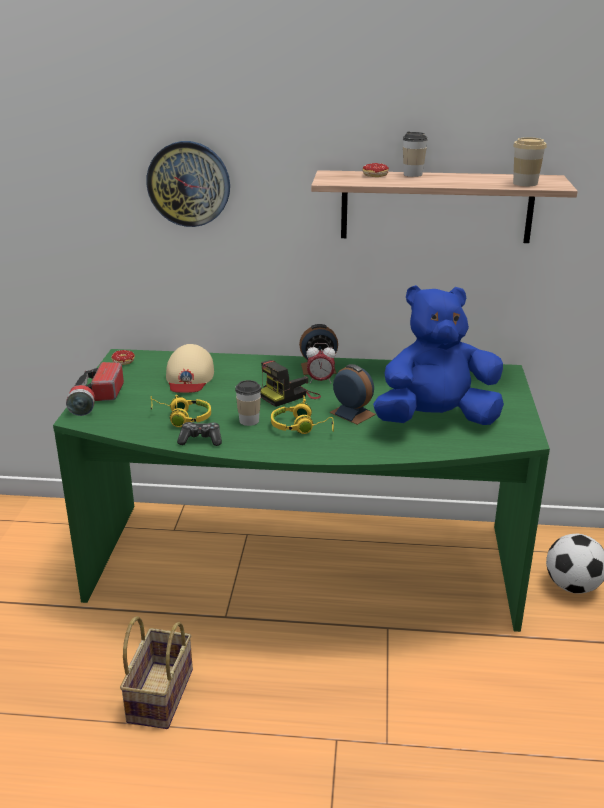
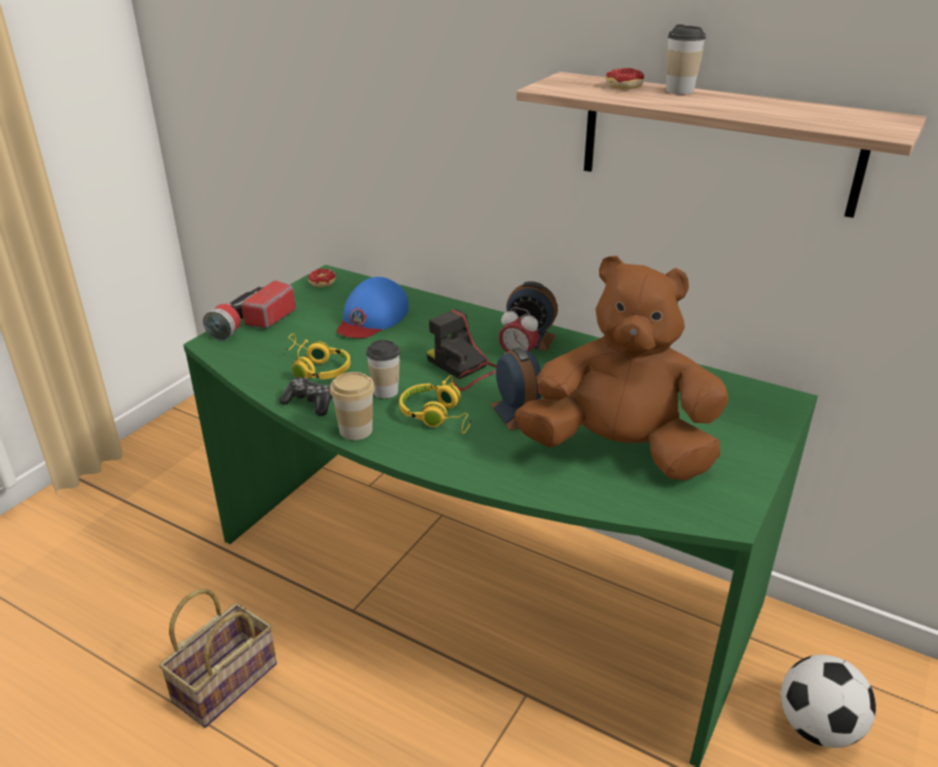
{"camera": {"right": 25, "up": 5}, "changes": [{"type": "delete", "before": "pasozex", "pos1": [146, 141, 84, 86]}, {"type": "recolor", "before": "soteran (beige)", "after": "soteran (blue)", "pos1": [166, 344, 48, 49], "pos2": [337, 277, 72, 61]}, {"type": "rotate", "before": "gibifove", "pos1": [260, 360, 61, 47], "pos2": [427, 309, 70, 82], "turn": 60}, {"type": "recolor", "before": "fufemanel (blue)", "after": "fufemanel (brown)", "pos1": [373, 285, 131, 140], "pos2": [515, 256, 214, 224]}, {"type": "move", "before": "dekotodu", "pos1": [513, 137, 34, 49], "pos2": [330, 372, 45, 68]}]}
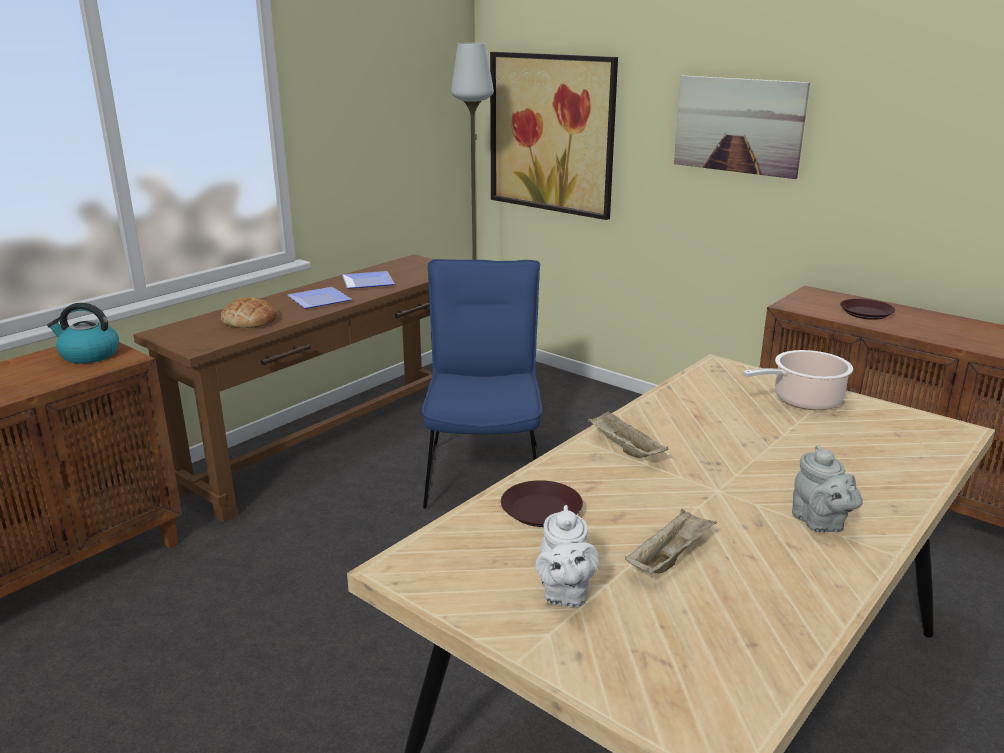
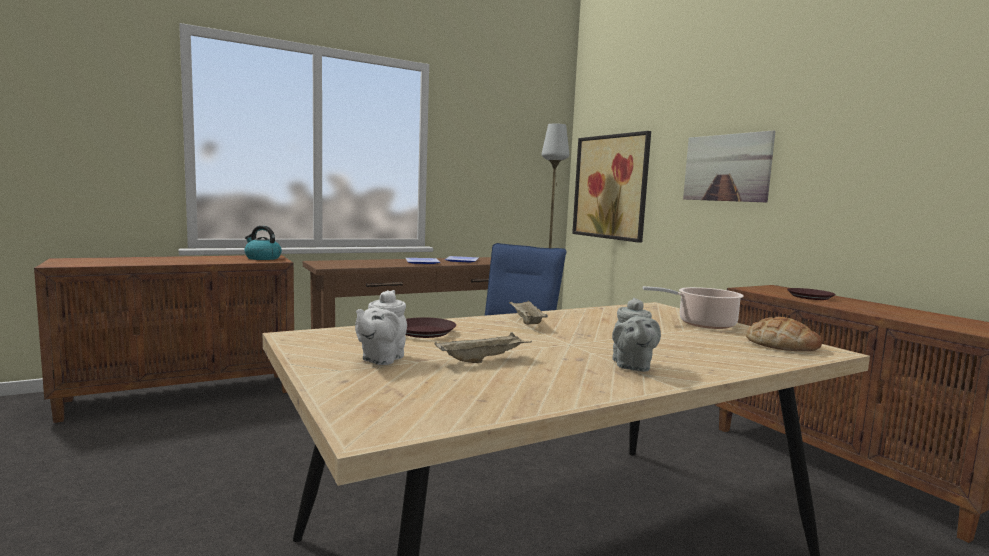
{"camera": {"right": 20, "up": -15}, "changes": [{"type": "move", "before": "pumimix", "pos1": [221, 297, 57, 31], "pos2": [746, 317, 76, 34]}]}
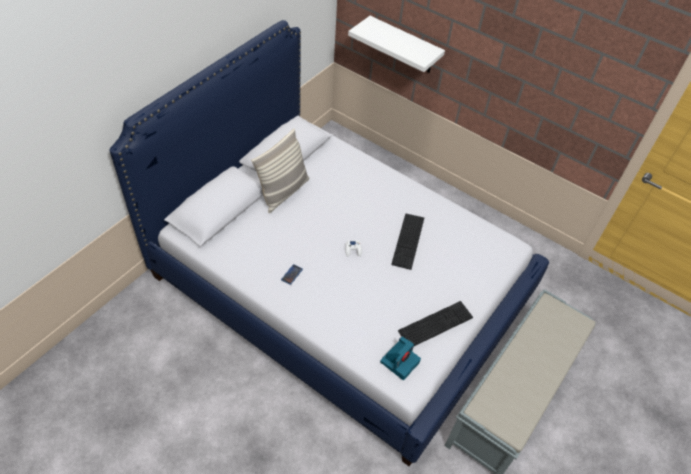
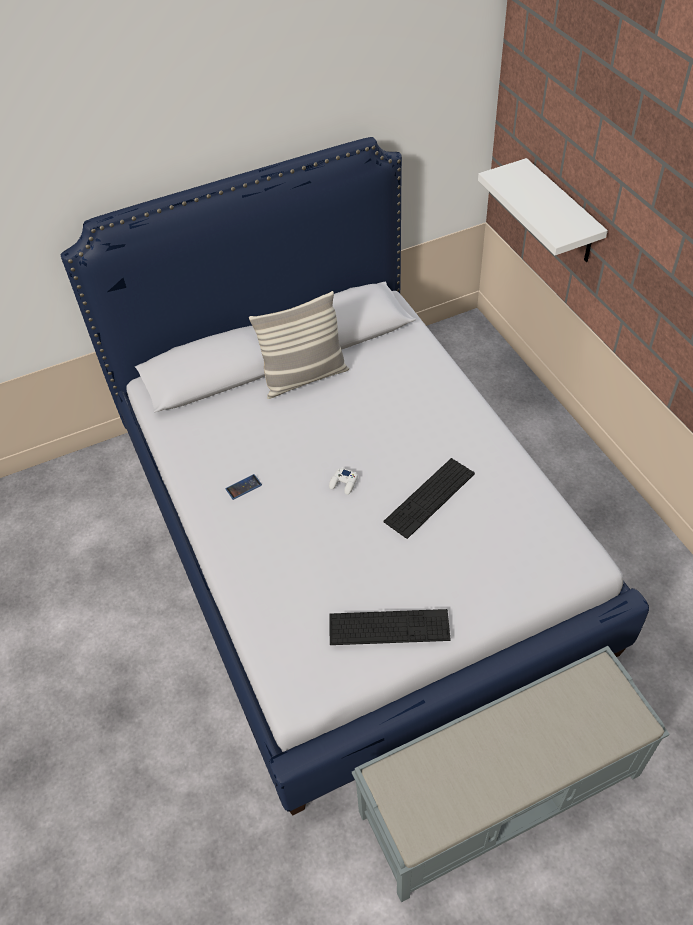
{"camera": {"right": 35, "up": 0}, "changes": [{"type": "delete", "before": "gibifove", "pos1": [380, 336, 41, 44]}]}
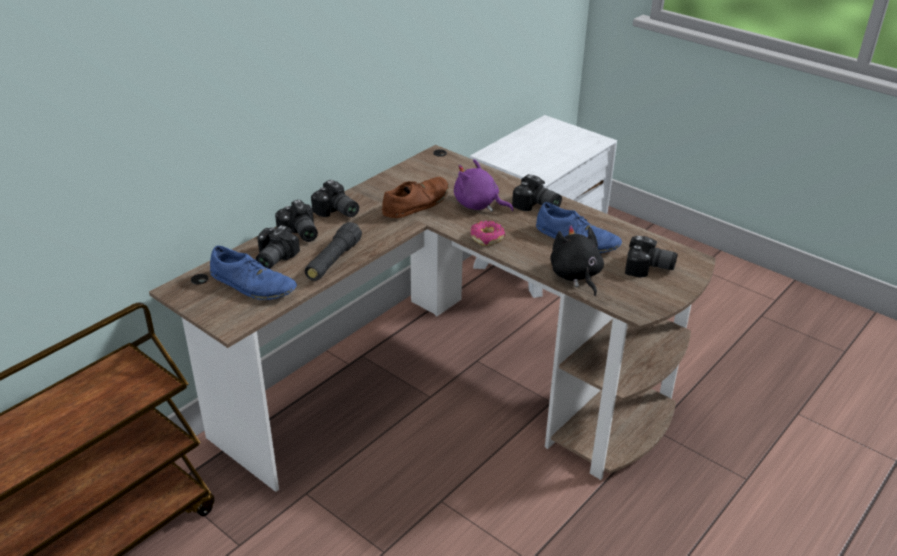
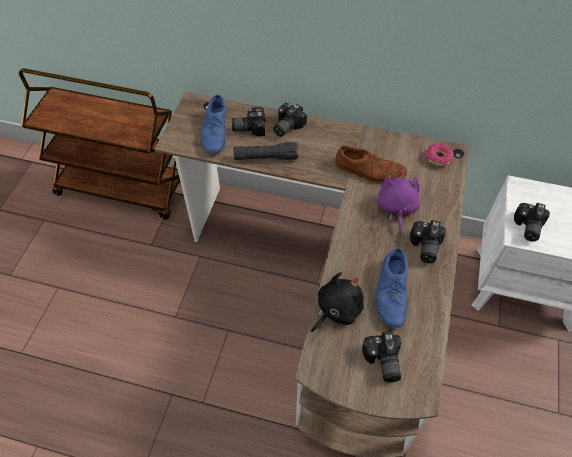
{"camera": {"right": 65, "up": 20}, "changes": [{"type": "move", "before": "gibifove", "pos1": [311, 180, 48, 37], "pos2": [514, 203, 36, 39]}, {"type": "move", "before": "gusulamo", "pos1": [471, 221, 34, 25], "pos2": [426, 143, 28, 23]}]}
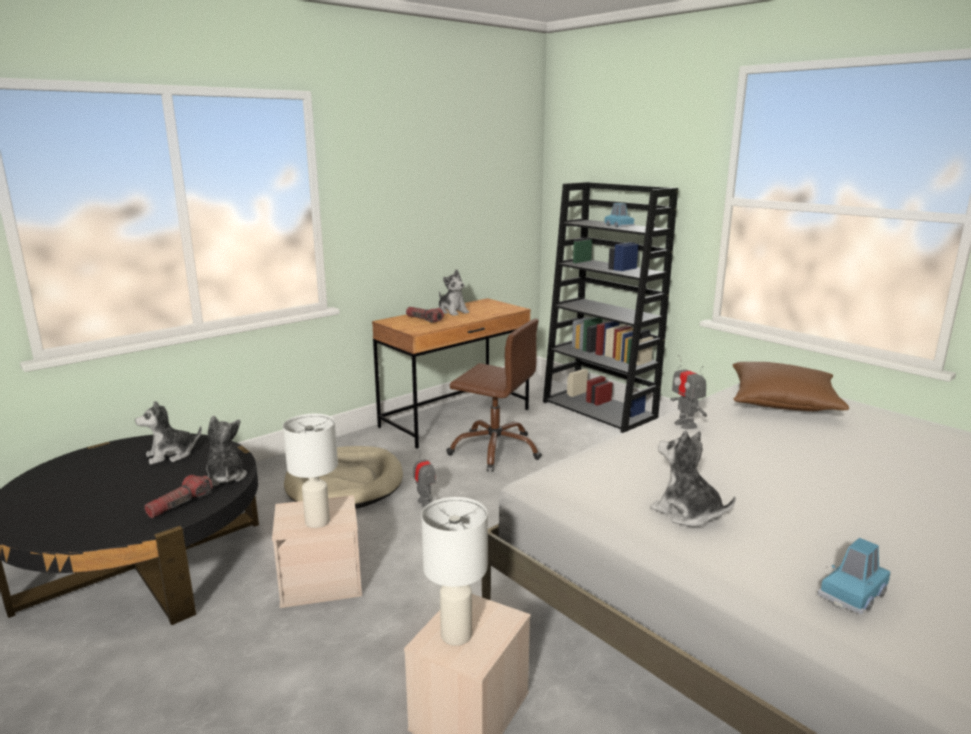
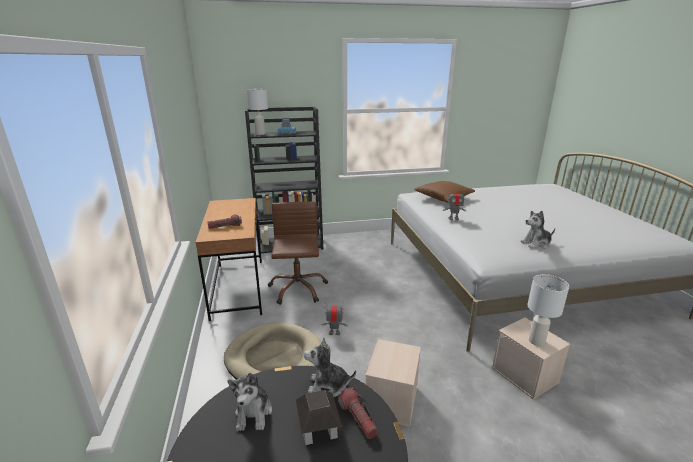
{"camera": {"right": -60, "up": 5}, "changes": [{"type": "move", "before": "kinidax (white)", "pos1": [283, 414, 55, 114], "pos2": [247, 89, 21, 46]}, {"type": "delete", "before": "fufemanel", "pos1": [439, 269, 30, 47]}, {"type": "rotate", "before": "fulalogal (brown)", "pos1": [446, 319, 96, 153], "pos2": [268, 202, 60, 103], "turn": -60}, {"type": "delete", "before": "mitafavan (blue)", "pos1": [818, 538, 72, 76]}, {"type": "insert", "after": "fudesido", "pos2": [296, 390, 46, 55]}]}
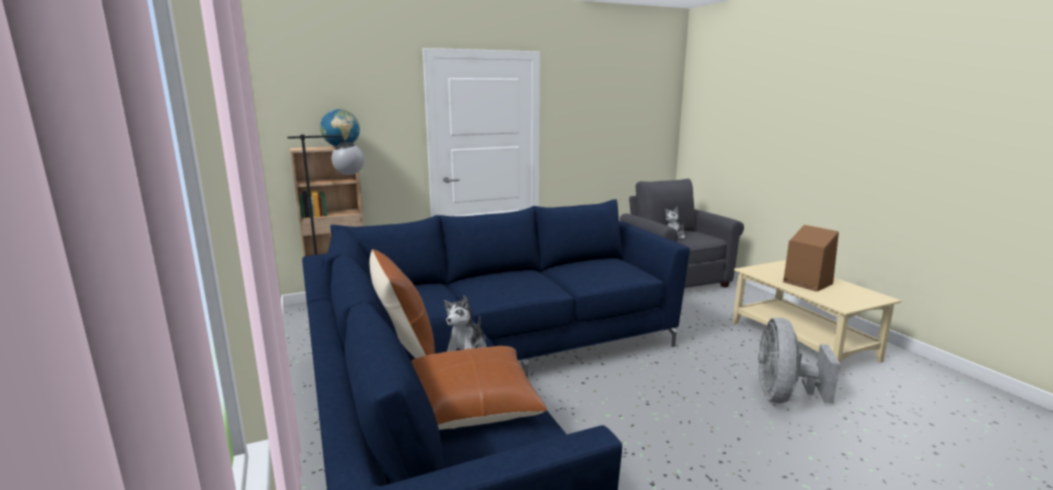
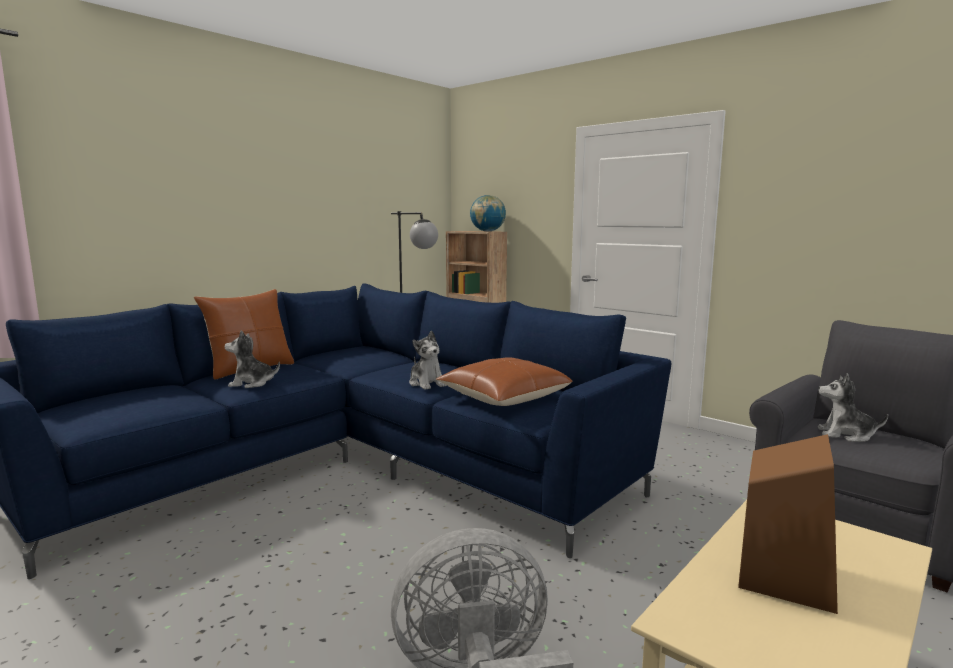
{"camera": {"right": 65, "up": -5}, "changes": [{"type": "move", "before": "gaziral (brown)", "pos1": [411, 346, 136, 84], "pos2": [436, 357, 137, 49]}, {"type": "insert", "after": "fufemanel", "pos2": [409, 331, 38, 59]}]}
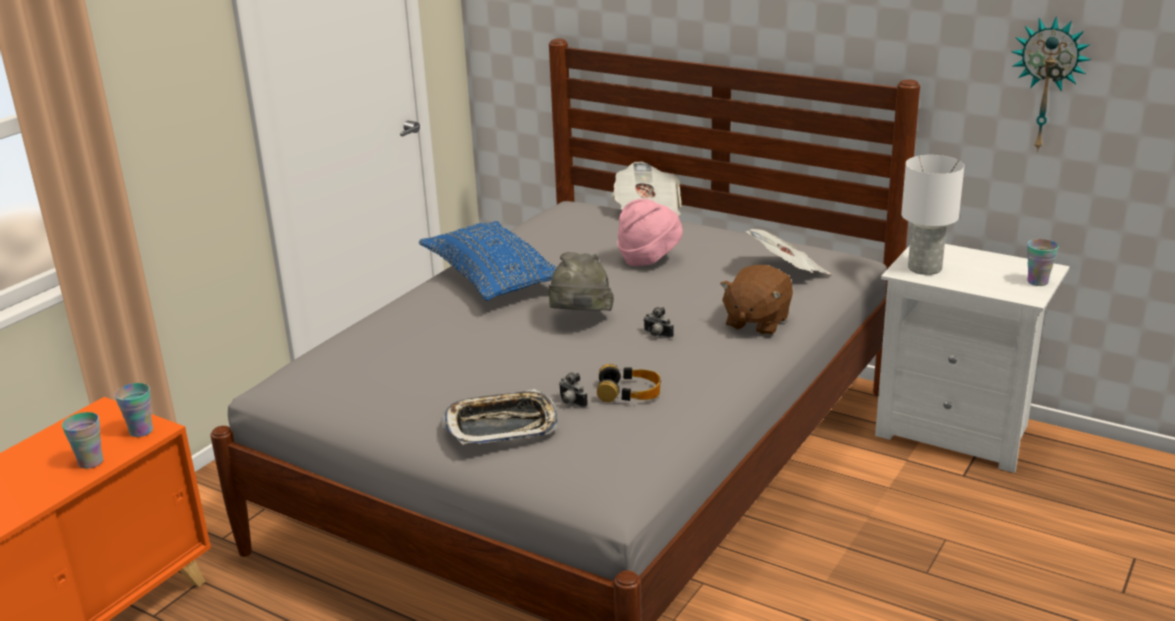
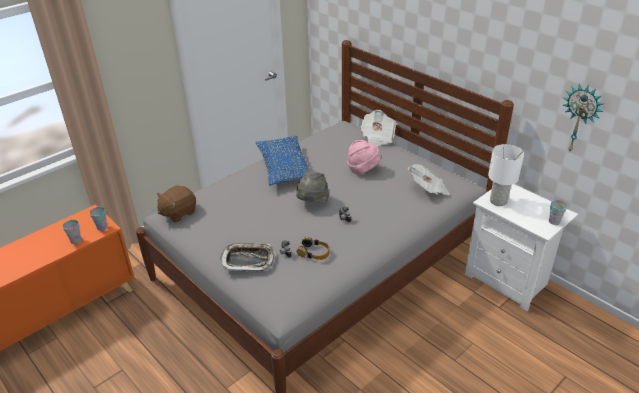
{"camera": {"right": 15, "up": 10}, "changes": [{"type": "move", "before": "fufemanel (brown)", "pos1": [720, 265, 73, 71], "pos2": [157, 185, 39, 38]}]}
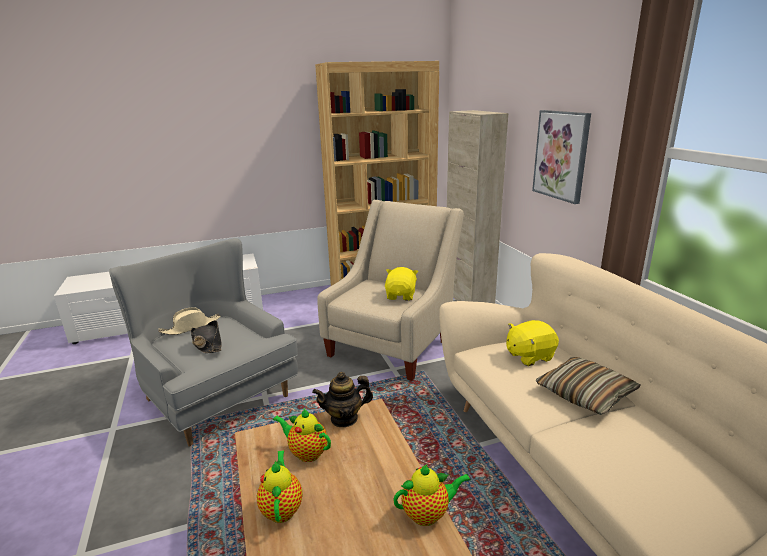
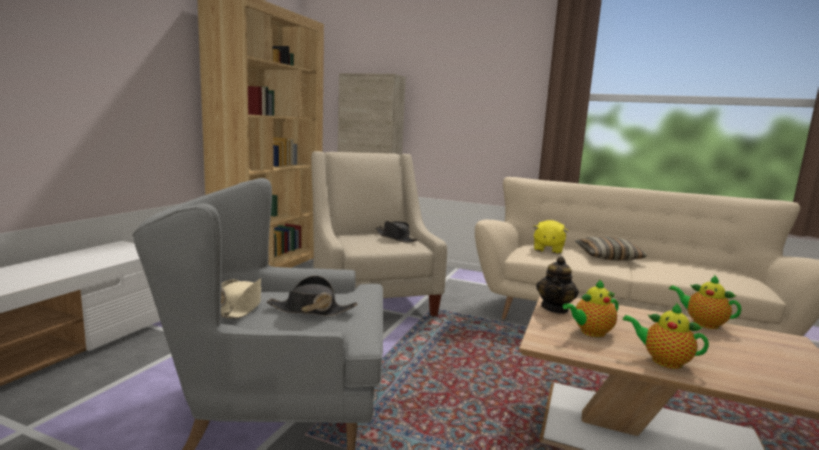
{"camera": {"right": -50, "up": -10}, "changes": [{"type": "replace", "before": "fufemanel (yellow)", "after": "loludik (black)", "pos1": [385, 267, 33, 34], "pos2": [375, 221, 43, 21]}, {"type": "rotate", "before": "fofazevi", "pos1": [393, 465, 78, 61], "pos2": [669, 275, 72, 54], "turn": -75}, {"type": "delete", "before": "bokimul", "pos1": [532, 110, 59, 94]}]}
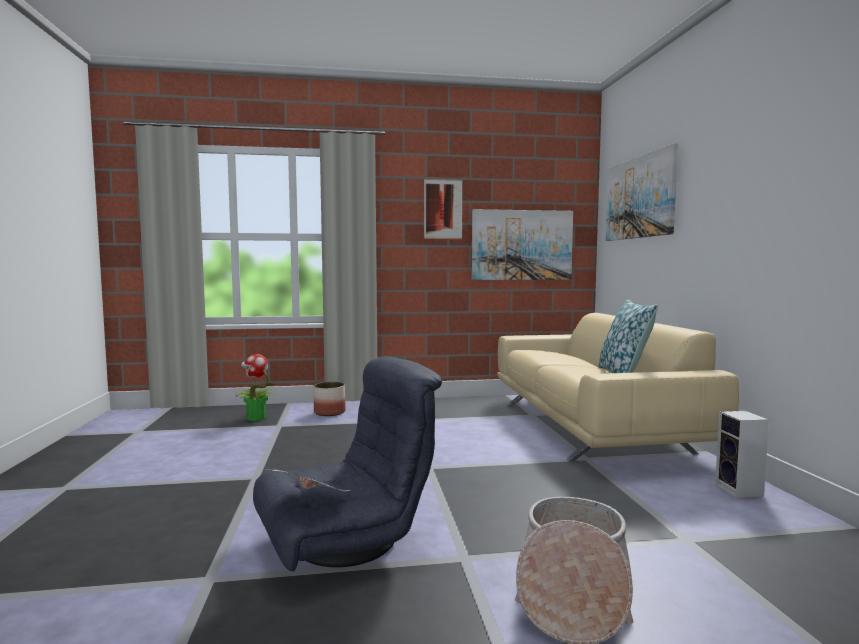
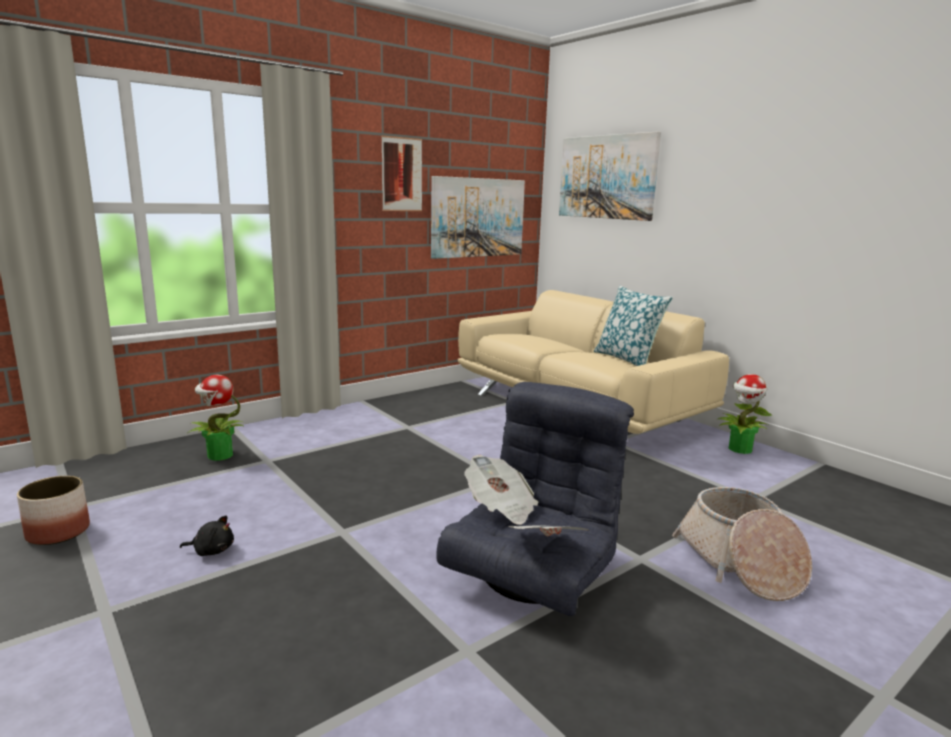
{"camera": {"right": -30, "up": 10}, "changes": [{"type": "move", "before": "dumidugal", "pos1": [314, 382, 32, 34], "pos2": [17, 476, 73, 69]}, {"type": "replace", "before": "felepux", "after": "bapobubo", "pos1": [715, 411, 54, 87], "pos2": [718, 374, 54, 80]}, {"type": "insert", "after": "fufemanel (black)", "pos2": [180, 515, 54, 41]}, {"type": "insert", "after": "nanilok", "pos2": [464, 455, 75, 70]}]}
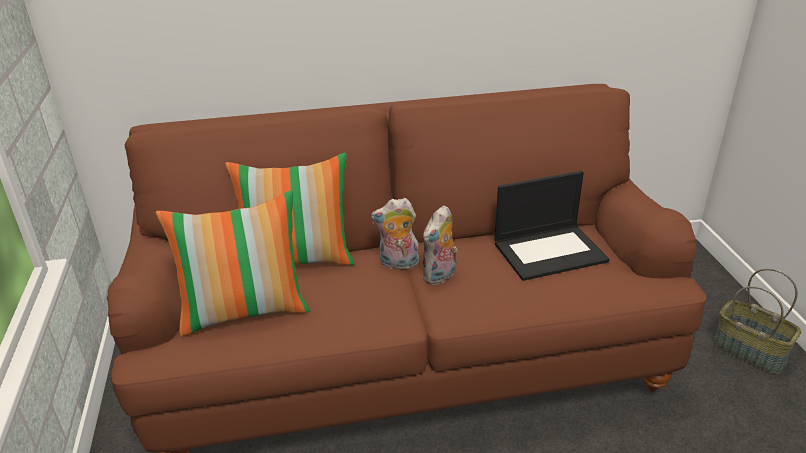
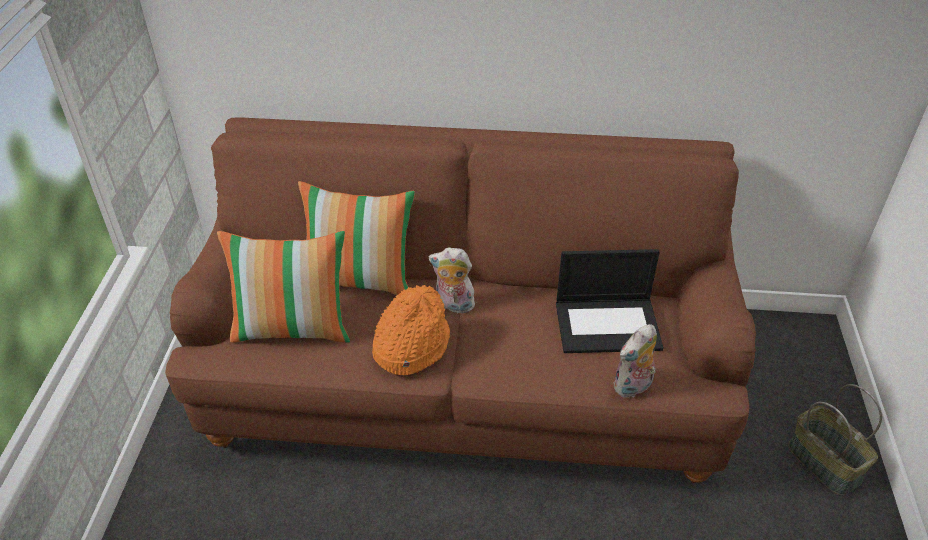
{"camera": {"right": 15, "up": 10}, "changes": [{"type": "move", "before": "fufemanel", "pos1": [422, 205, 36, 80], "pos2": [613, 324, 44, 74]}, {"type": "insert", "after": "loludik (orange)", "pos2": [372, 285, 78, 90]}]}
